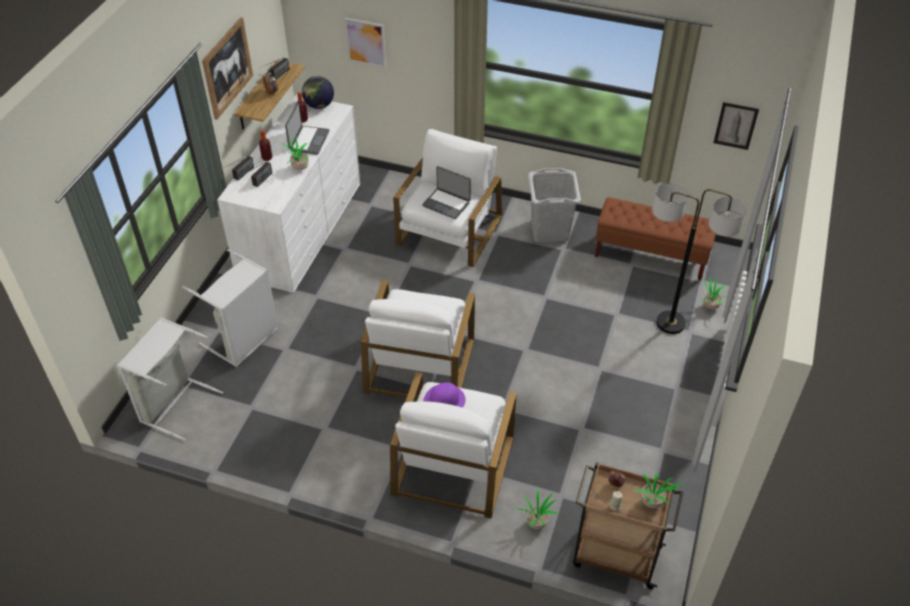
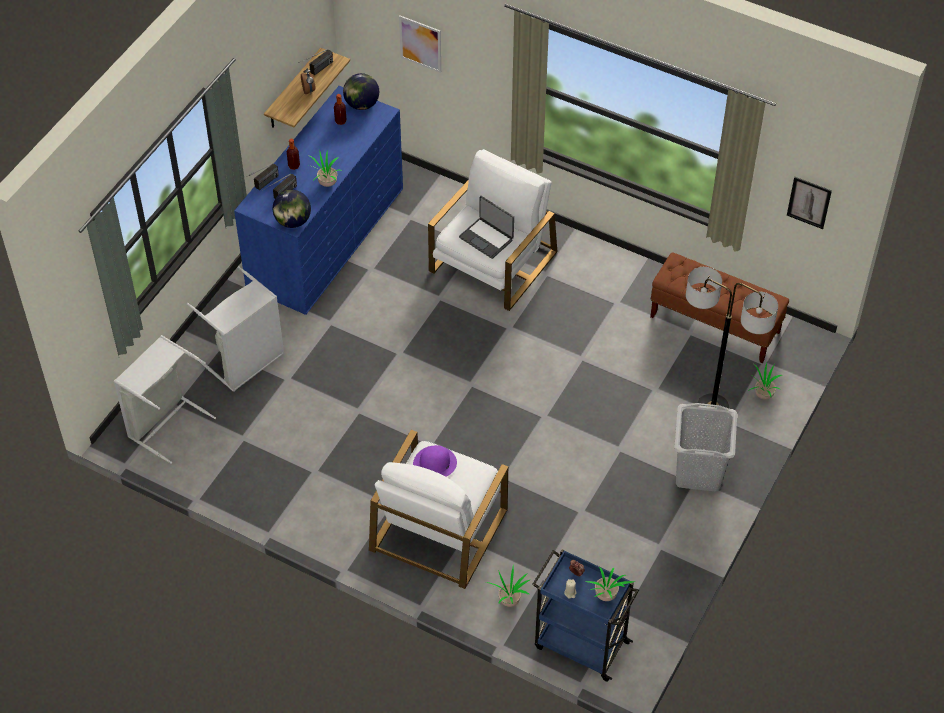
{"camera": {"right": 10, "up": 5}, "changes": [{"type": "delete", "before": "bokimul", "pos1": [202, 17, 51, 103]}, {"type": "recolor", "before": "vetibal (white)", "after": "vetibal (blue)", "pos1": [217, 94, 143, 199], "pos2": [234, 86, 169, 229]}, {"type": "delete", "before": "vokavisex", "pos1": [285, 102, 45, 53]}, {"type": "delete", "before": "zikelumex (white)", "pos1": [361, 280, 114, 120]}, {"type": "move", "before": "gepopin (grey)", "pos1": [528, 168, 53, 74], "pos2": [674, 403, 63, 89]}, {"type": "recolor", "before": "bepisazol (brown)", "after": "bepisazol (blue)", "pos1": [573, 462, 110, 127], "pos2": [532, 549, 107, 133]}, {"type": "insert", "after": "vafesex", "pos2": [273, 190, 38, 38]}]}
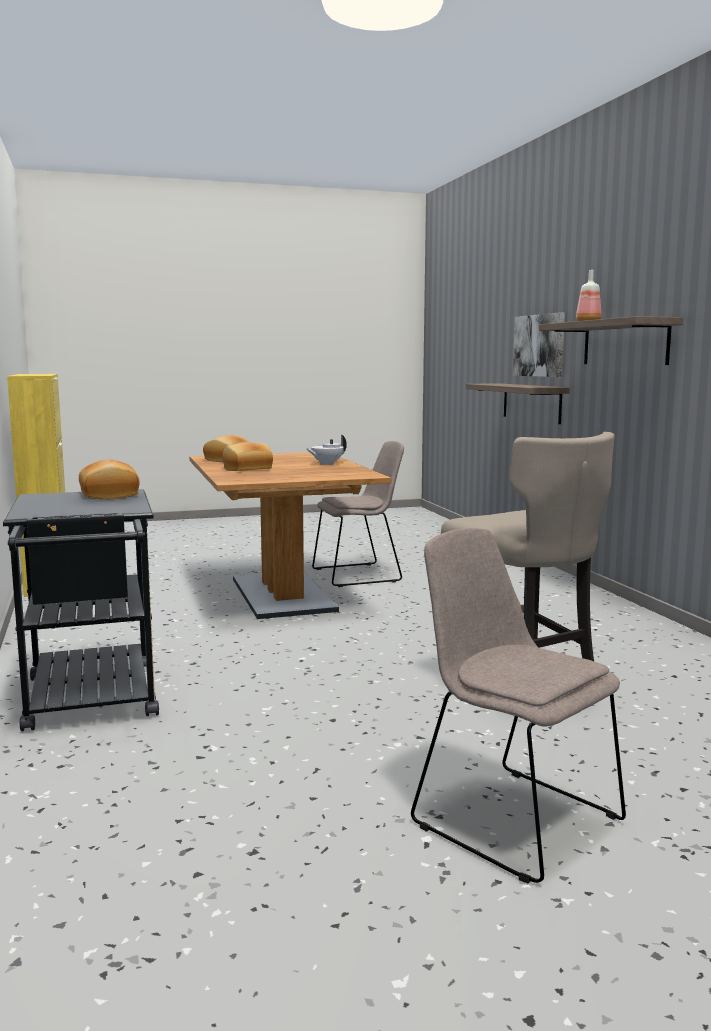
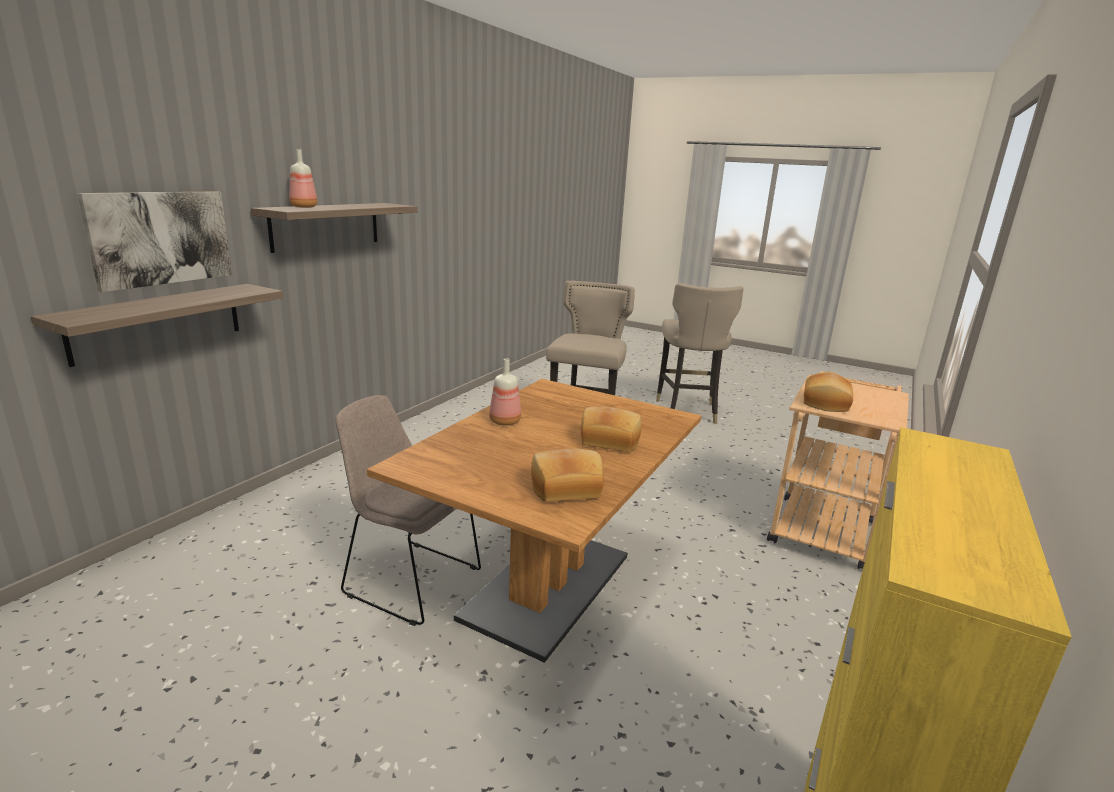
{"camera": {"right": -135, "up": 10}, "changes": [{"type": "recolor", "before": "bepisazol (black)", "after": "bepisazol (beige)", "pos1": [3, 489, 156, 242], "pos2": [767, 371, 142, 198]}, {"type": "replace", "before": "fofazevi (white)", "after": "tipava", "pos1": [306, 435, 41, 30], "pos2": [489, 358, 32, 68]}, {"type": "replace", "before": "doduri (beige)", "after": "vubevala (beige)", "pos1": [411, 528, 215, 356], "pos2": [656, 283, 88, 141]}]}
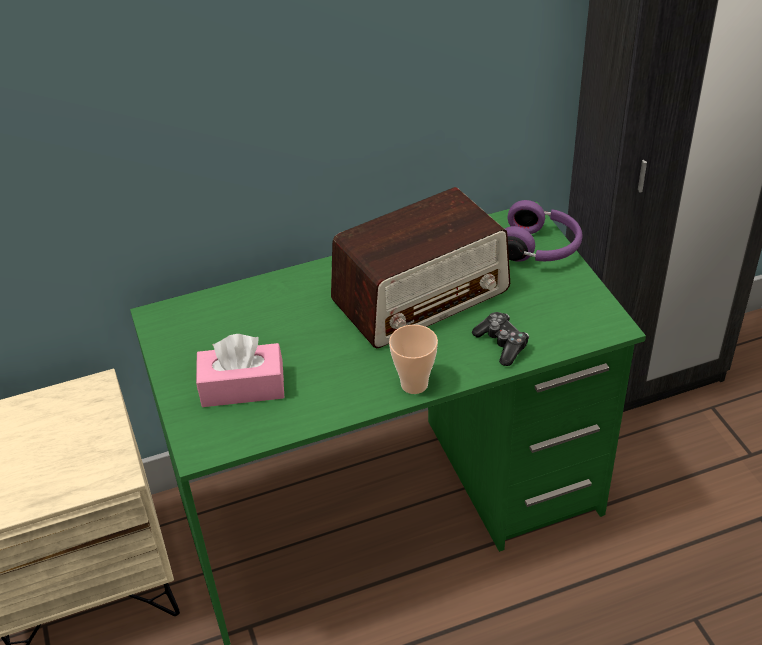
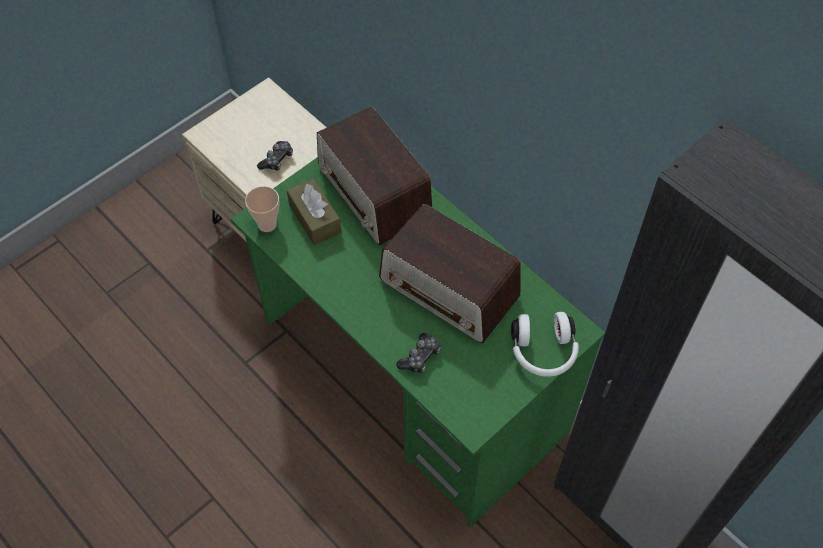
{"camera": {"right": 65, "up": 15}, "changes": [{"type": "recolor", "before": "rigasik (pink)", "after": "rigasik (brown)", "pos1": [196, 334, 89, 73], "pos2": [287, 178, 54, 67]}, {"type": "move", "before": "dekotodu", "pos1": [389, 325, 49, 69], "pos2": [245, 186, 34, 46]}, {"type": "recolor", "before": "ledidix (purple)", "after": "ledidix (white)", "pos1": [505, 200, 78, 62], "pos2": [511, 312, 68, 65]}, {"type": "insert", "after": "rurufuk", "pos2": [257, 141, 36, 29]}, {"type": "insert", "after": "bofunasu", "pos2": [317, 106, 115, 139]}]}
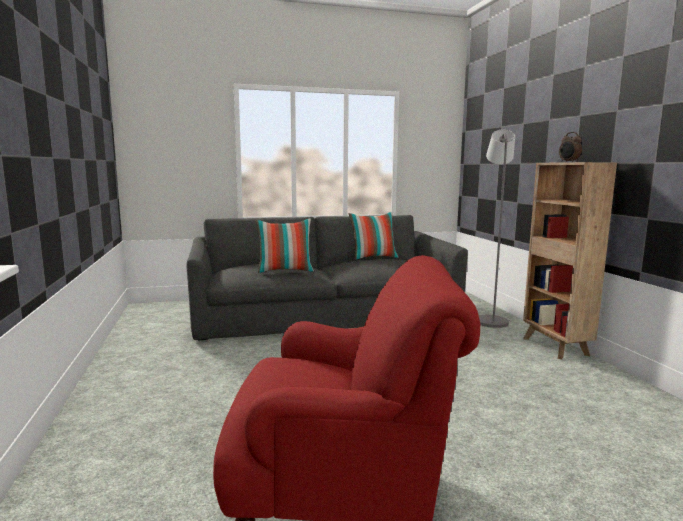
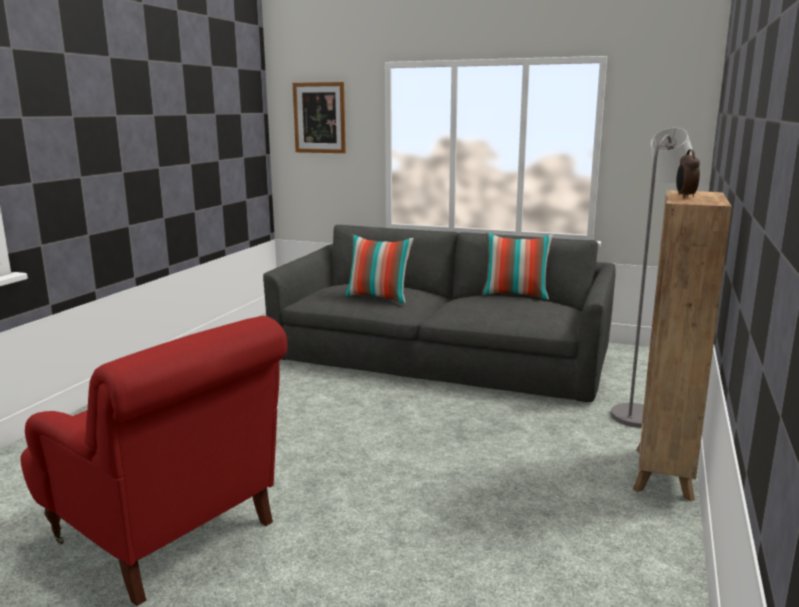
{"camera": {"right": 35, "up": 5}, "changes": [{"type": "insert", "after": "bokimul", "pos2": [293, 82, 53, 71]}]}
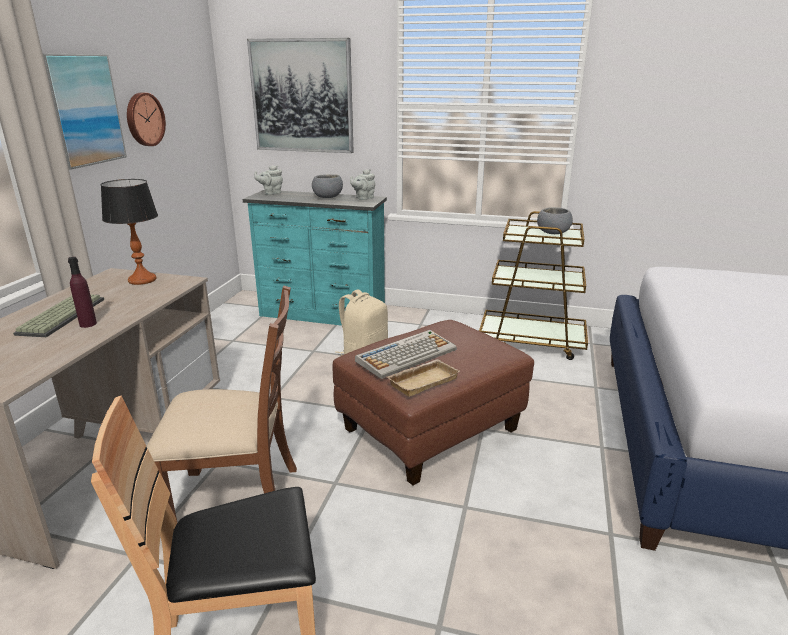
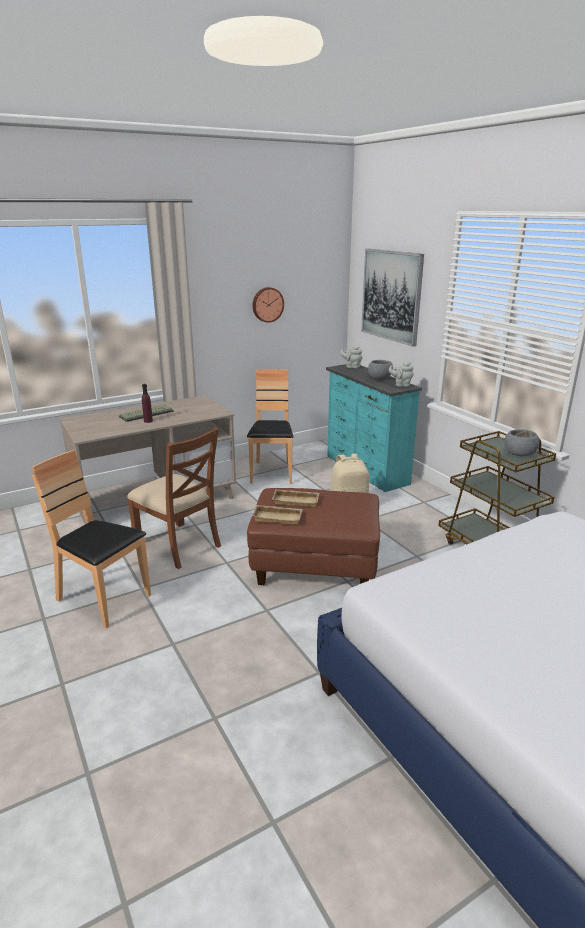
{"camera": {"right": 45, "up": 0}, "changes": [{"type": "delete", "before": "bokimul", "pos1": [43, 53, 84, 117]}, {"type": "delete", "before": "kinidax", "pos1": [101, 179, 57, 106]}, {"type": "replace", "before": "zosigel", "after": "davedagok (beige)", "pos1": [355, 330, 102, 49], "pos2": [272, 489, 47, 18]}, {"type": "insert", "after": "doduri (brown)", "pos2": [247, 369, 46, 115]}]}
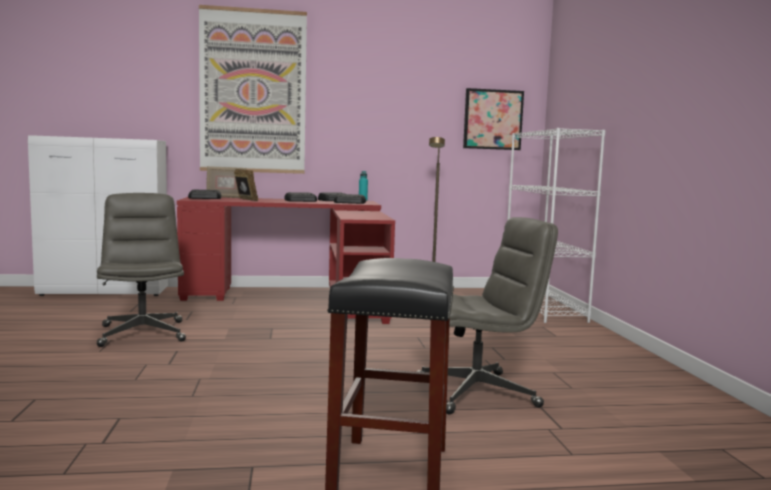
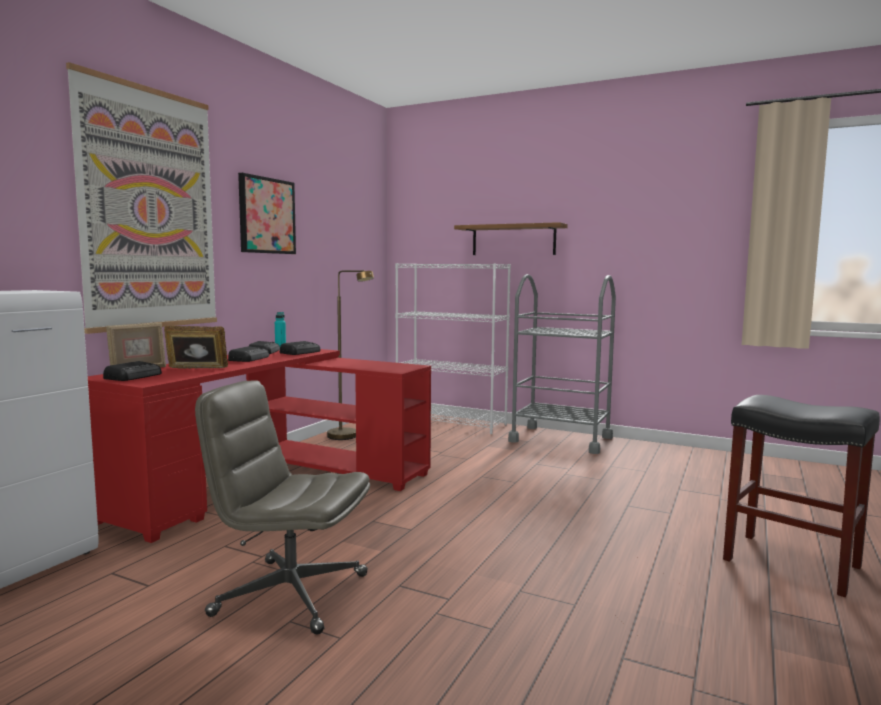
{"camera": {"right": -55, "up": 0}, "changes": [{"type": "delete", "before": "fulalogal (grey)", "pos1": [416, 217, 142, 198]}, {"type": "move", "before": "bokimul", "pos1": [463, 88, 61, 62], "pos2": [238, 173, 58, 81]}, {"type": "insert", "after": "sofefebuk", "pos2": [454, 222, 114, 33]}, {"type": "insert", "after": "bepisazol (grey)", "pos2": [508, 274, 108, 180]}]}
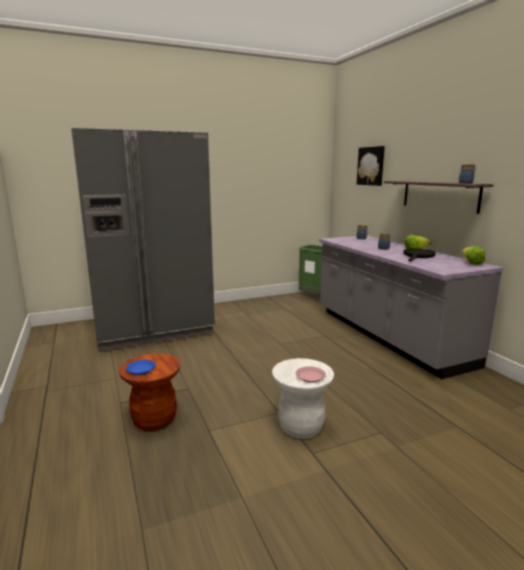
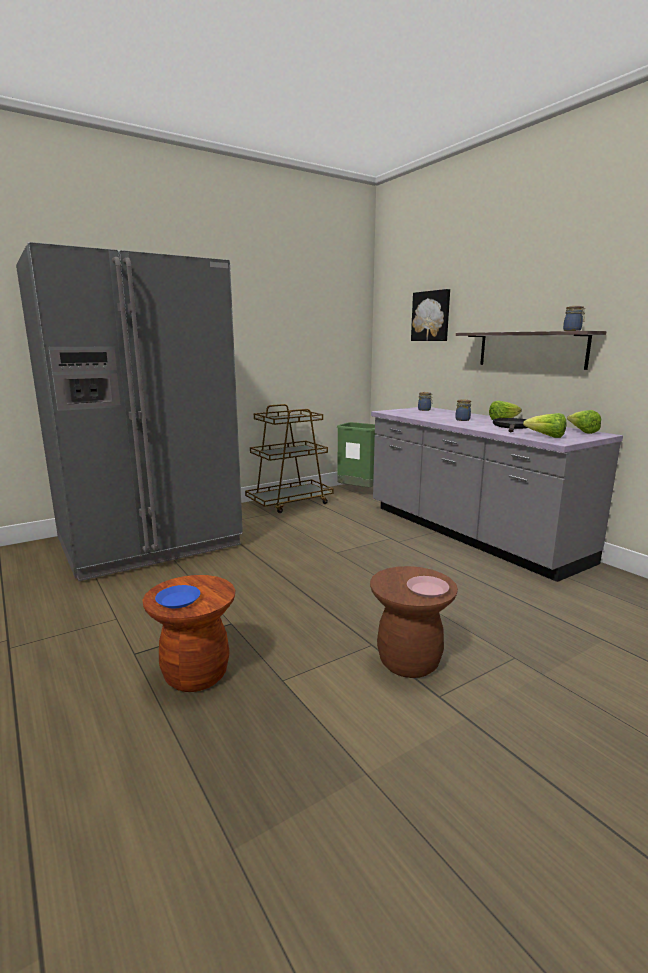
{"camera": {"right": -10, "up": 0}, "changes": [{"type": "recolor", "before": "vubevala (white)", "after": "vubevala (brown)", "pos1": [272, 358, 62, 81], "pos2": [370, 566, 88, 112]}, {"type": "insert", "after": "bepisazol (brown)", "pos2": [245, 404, 89, 109]}, {"type": "insert", "after": "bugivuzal", "pos2": [523, 413, 44, 25]}]}
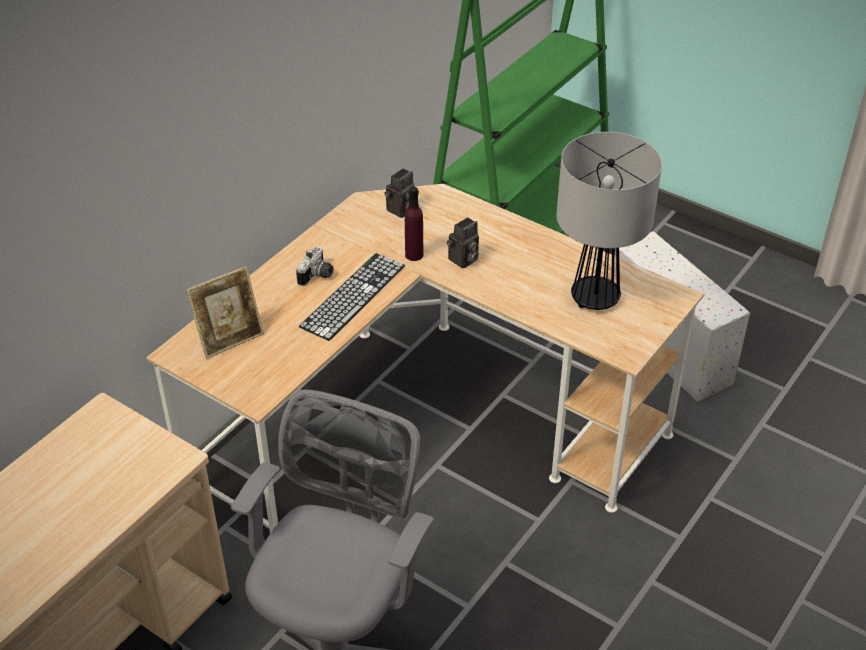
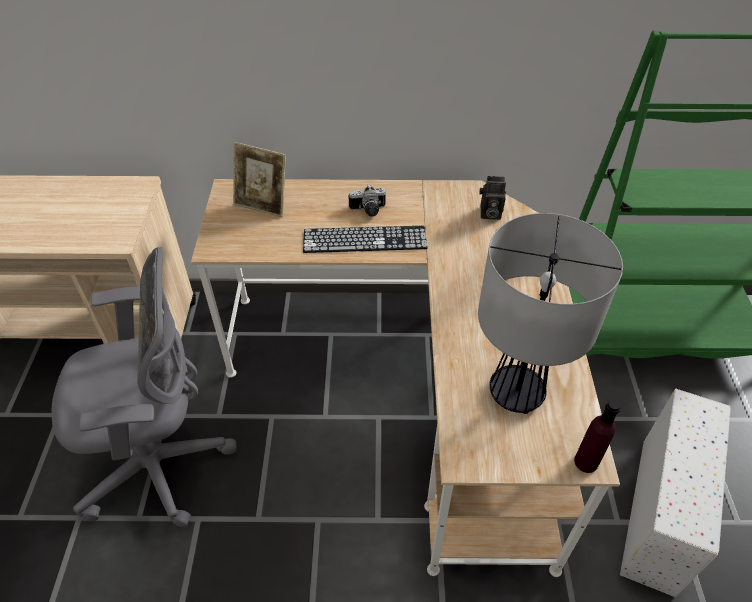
{"camera": {"right": 55, "up": 5}, "changes": [{"type": "move", "before": "tipava (purple)", "pos1": [405, 187, 18, 74], "pos2": [574, 399, 47, 74]}, {"type": "delete", "before": "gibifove", "pos1": [447, 217, 32, 52]}]}
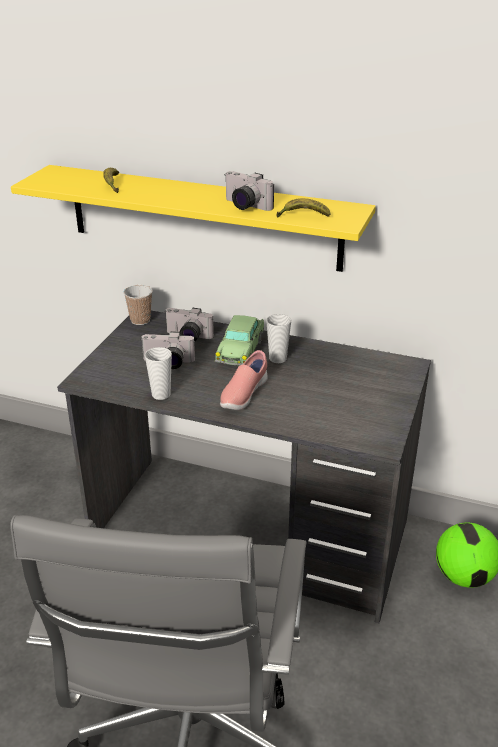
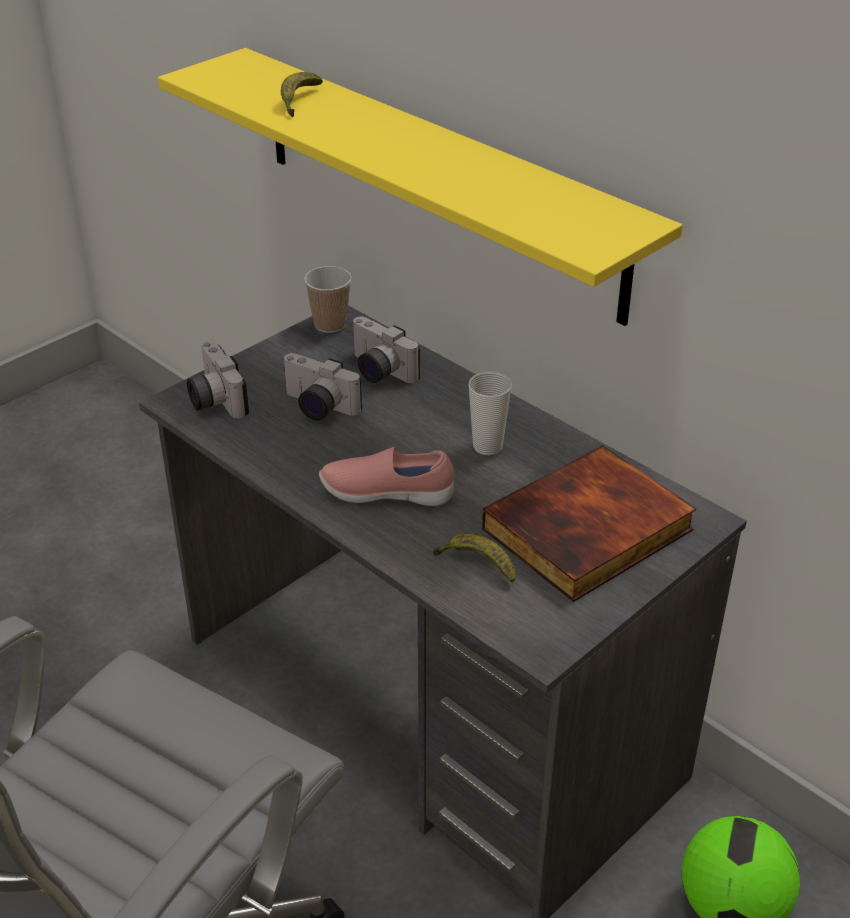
{"camera": {"right": 25, "up": 5}, "changes": [{"type": "delete", "before": "dekotodu", "pos1": [145, 347, 27, 53]}, {"type": "delete", "before": "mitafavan", "pos1": [215, 315, 49, 51]}, {"type": "rotate", "before": "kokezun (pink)", "pos1": [220, 350, 48, 60], "pos2": [319, 447, 135, 59], "turn": 45}, {"type": "move", "before": "gibifove", "pos1": [225, 171, 49, 40], "pos2": [187, 340, 62, 78]}, {"type": "move", "before": "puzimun", "pos1": [276, 198, 55, 19], "pos2": [433, 534, 83, 49]}, {"type": "insert", "after": "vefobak", "pos2": [482, 445, 214, 157]}]}
